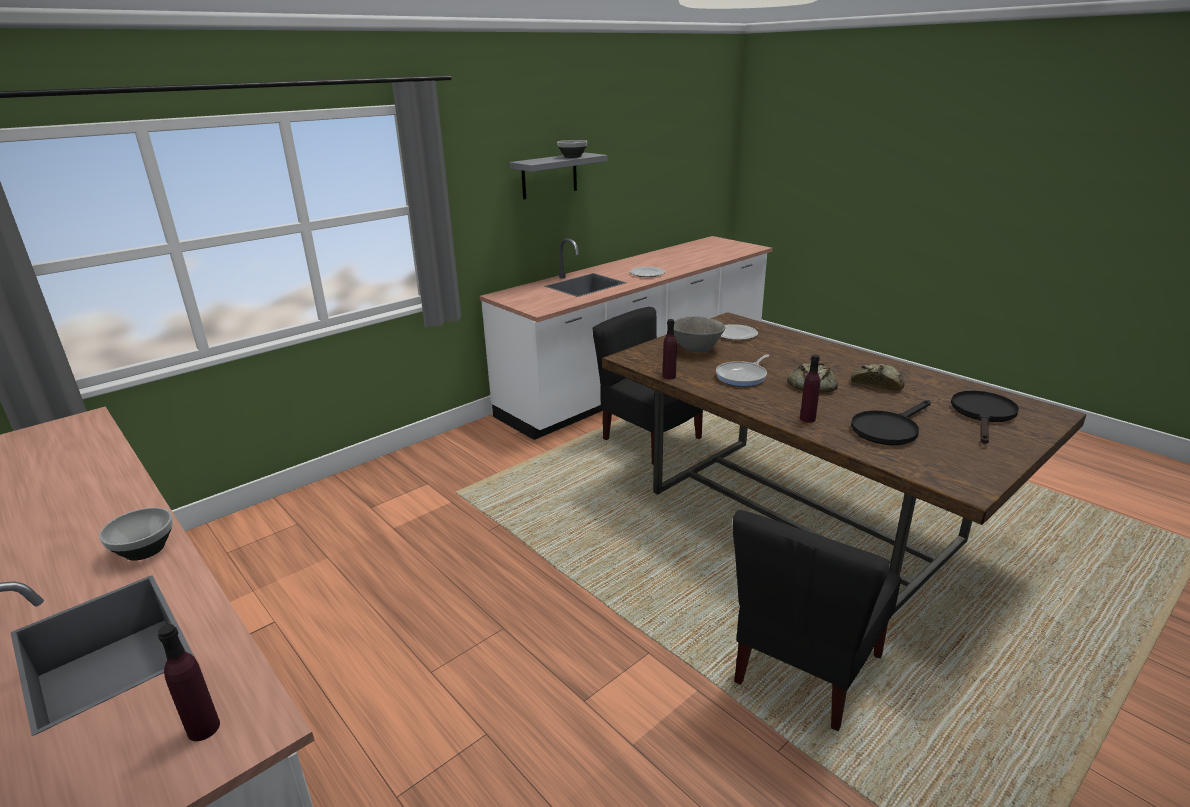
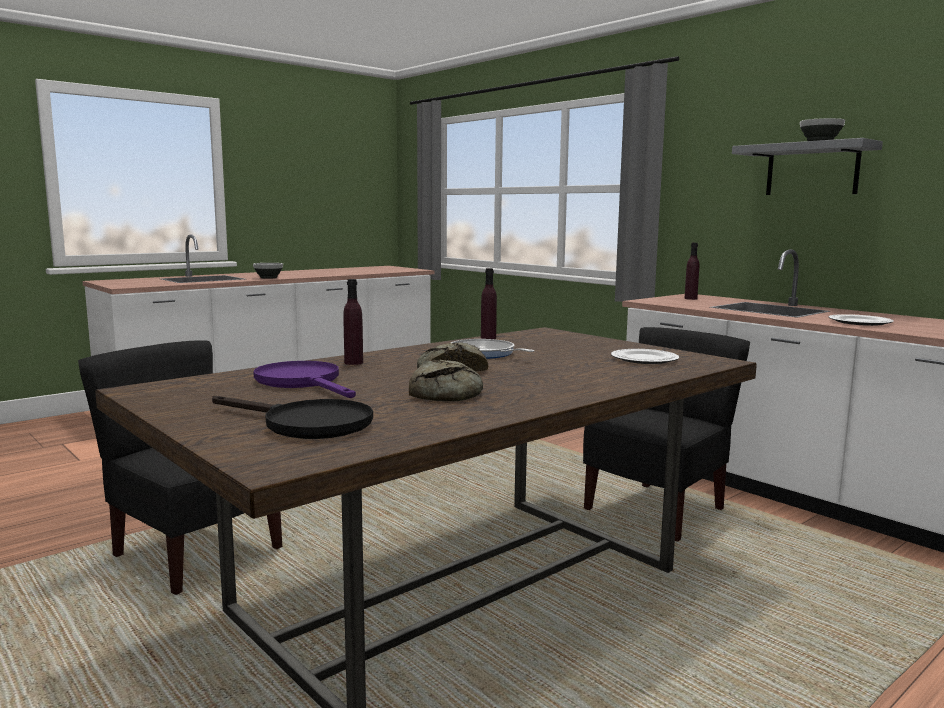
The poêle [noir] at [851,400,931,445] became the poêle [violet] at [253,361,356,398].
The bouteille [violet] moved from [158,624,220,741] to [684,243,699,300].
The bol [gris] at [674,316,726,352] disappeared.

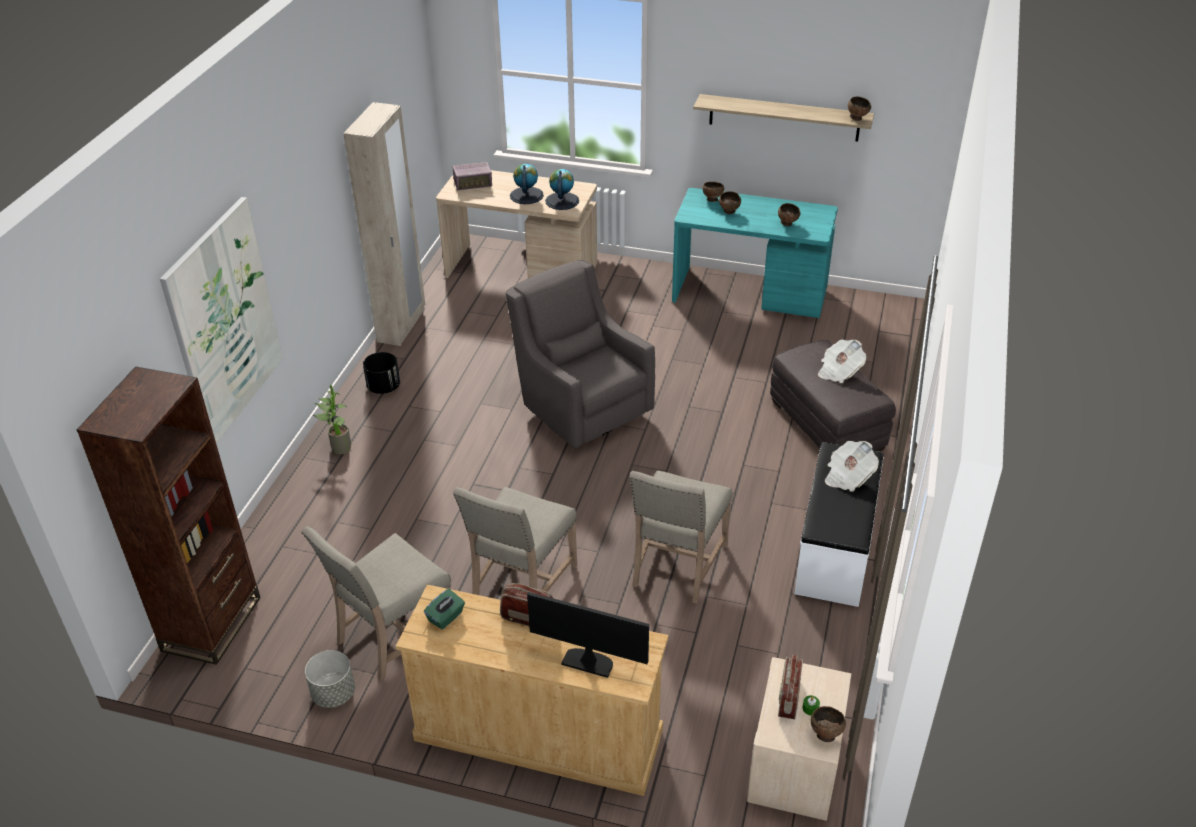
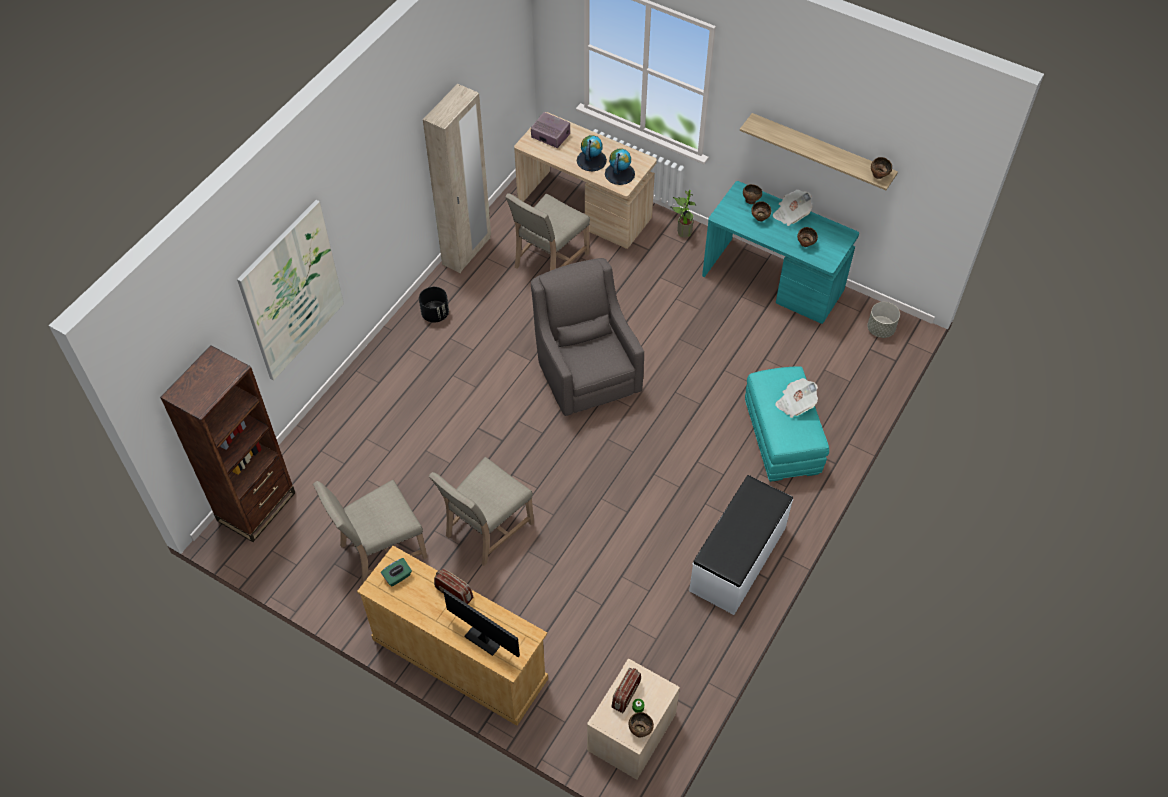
The chaise [beige] moved from [630,470,733,604] to [505,193,590,271].
The radio at [453,162,492,190] turned 150 degrees counterclockwise.
The plante en pot moved from [312,385,351,454] to [670,190,696,238].
The pouf [gris] at [770,340,896,451] became the pouf [turquoise] at [745,366,829,482].
The journal moved from [825,441,879,492] to [773,190,812,226].
The cache-pot [gris] moved from [305,650,355,708] to [867,302,900,338].

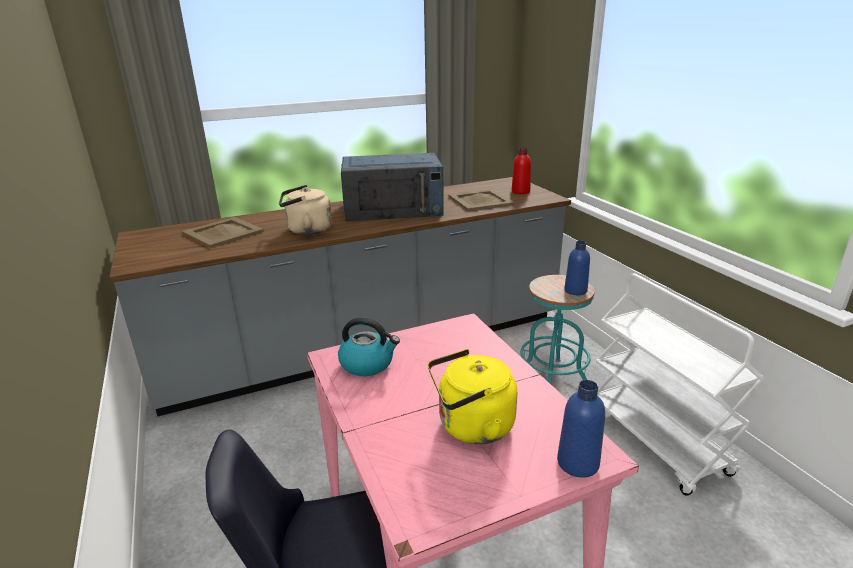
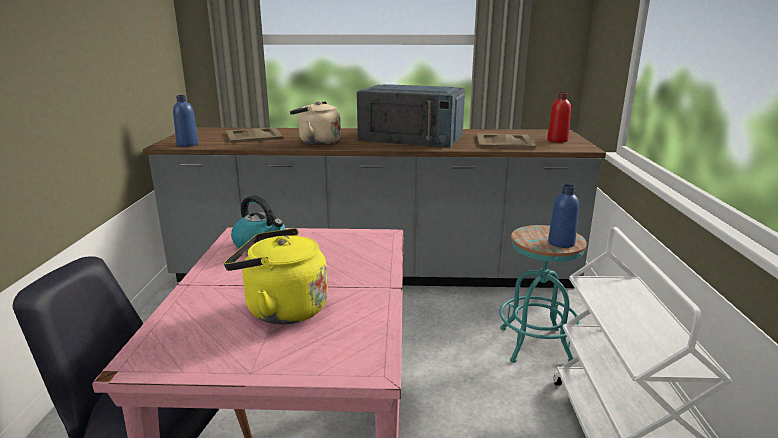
The bouteille [bleu] moved from [557,380,605,478] to [173,95,199,147].

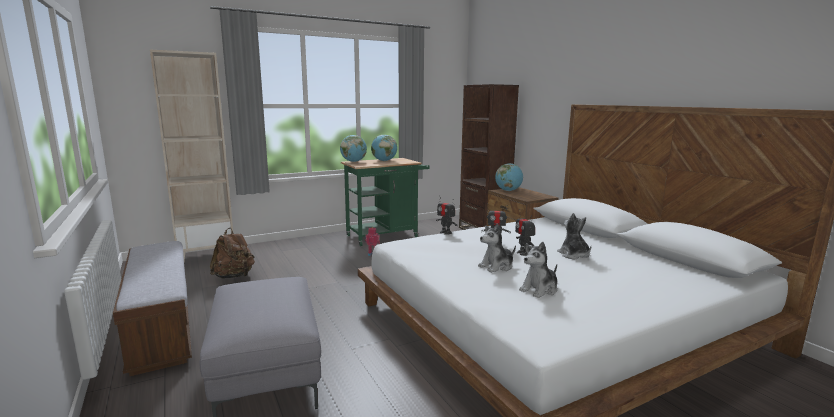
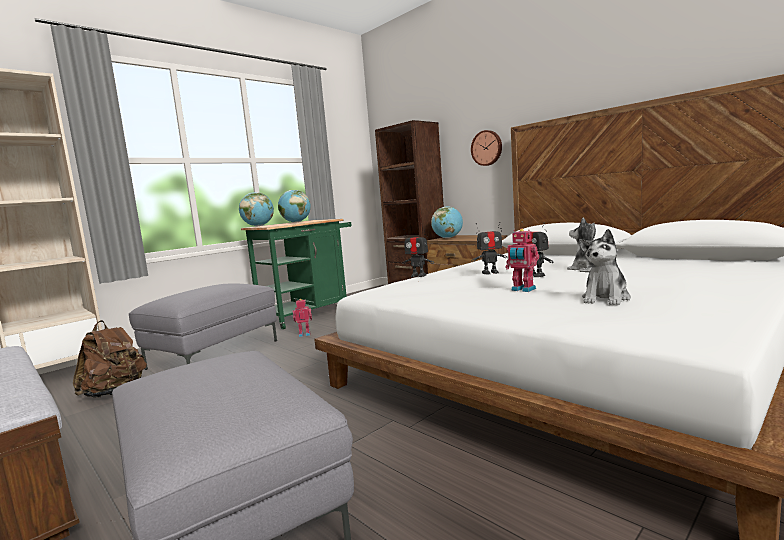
The pouf [gris] at [129,283,277,370] appeared.
The horloge murale at [471,130,502,166] appeared.
The peluche at [478,223,516,273] was replaced by the robot jouet at [505,229,539,292].

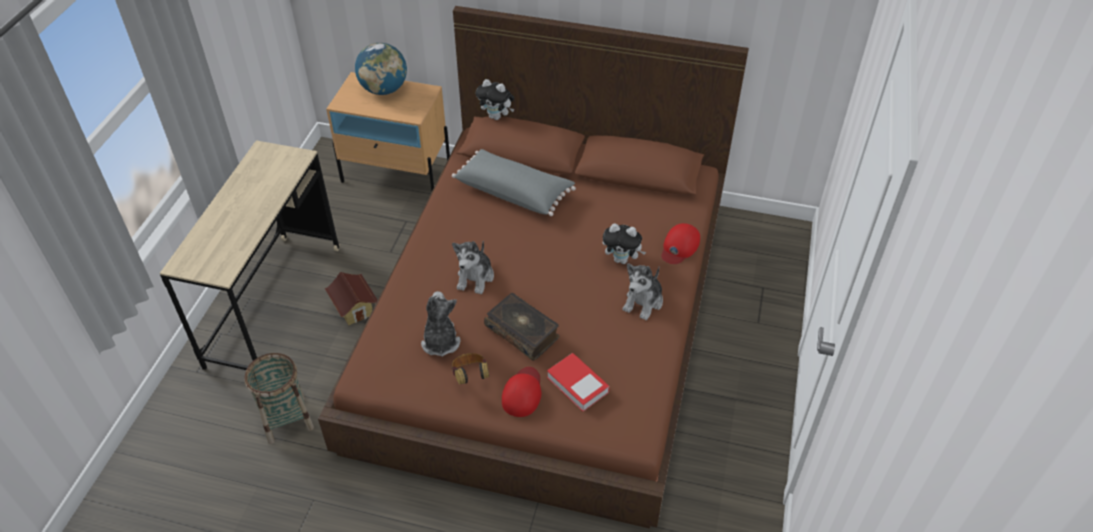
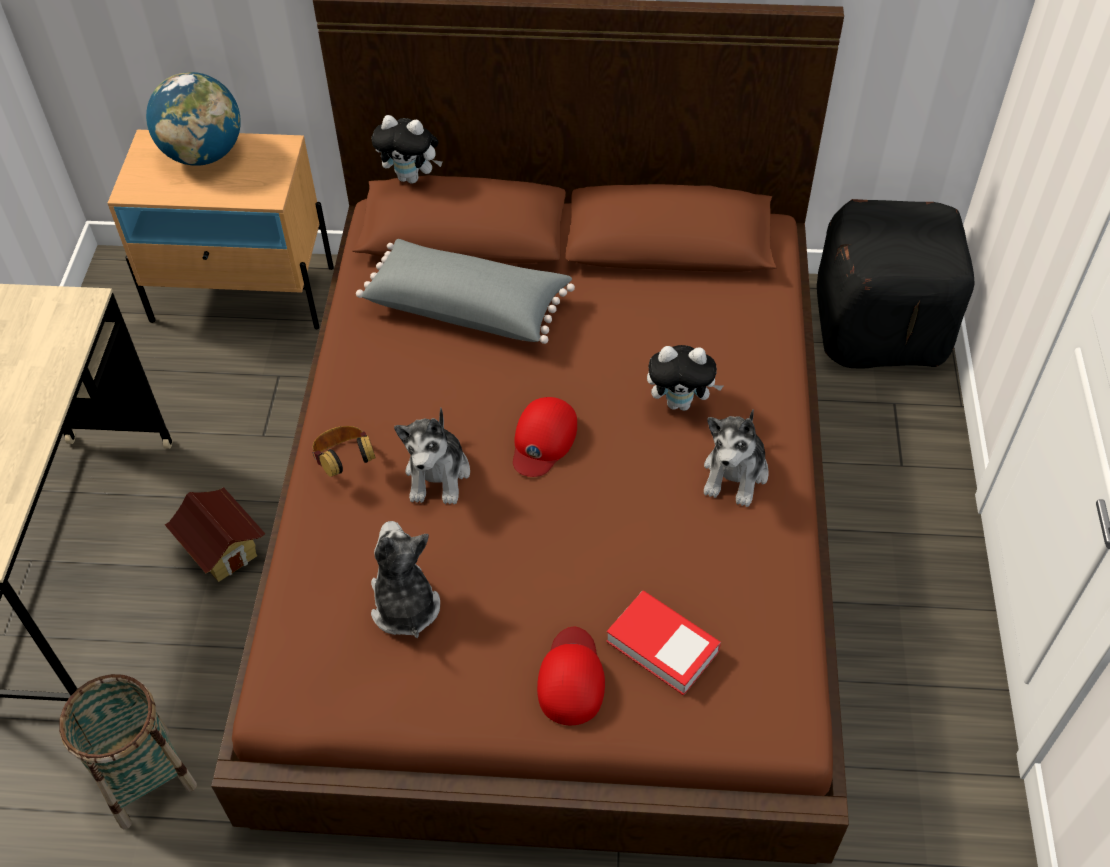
The casque audio moved from [451,353,489,384] to [312,426,376,477].
The casquette [rouge] moved from [661,223,700,264] to [513,397,577,477].
The pouf [noir] at [817,199,974,368] appeared.
The livre at [484,293,560,361] disappeared.

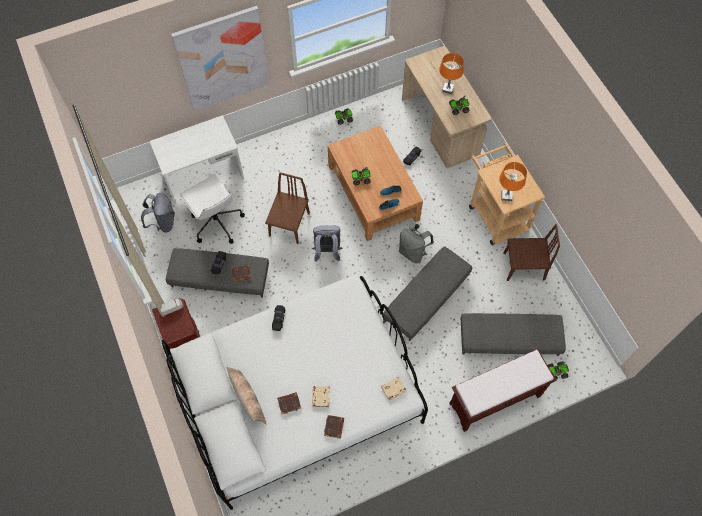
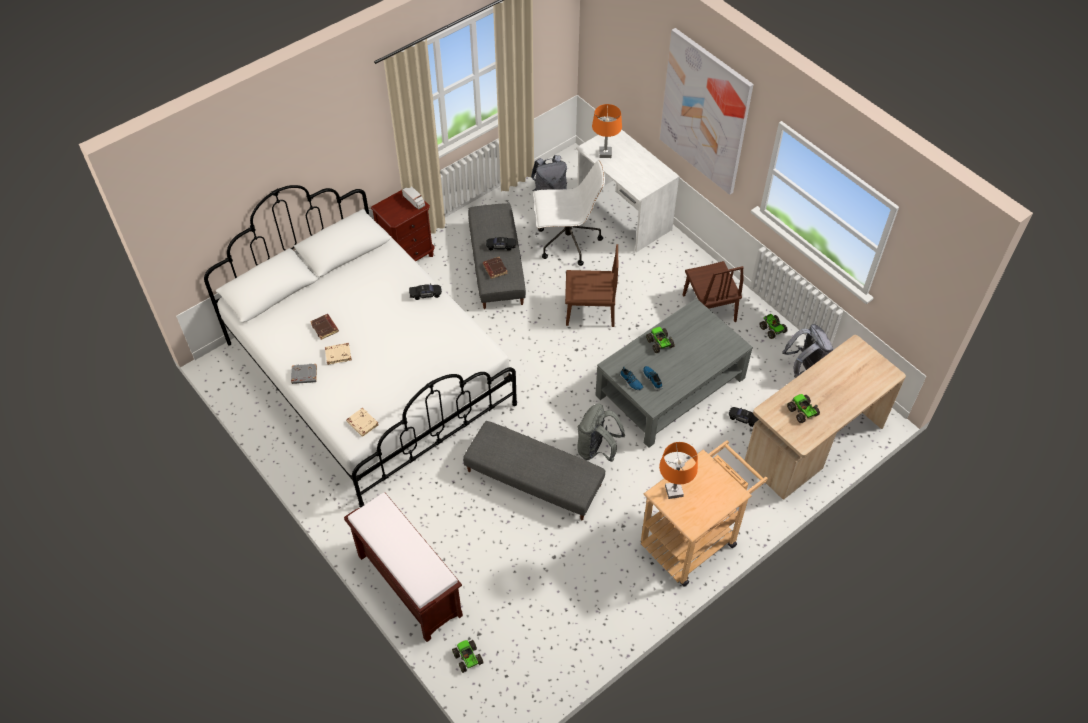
The livre [marron] at [324,415,344,439] became the livre [gris] at [291,364,317,384].
The chaise de bureau [blanc] at [179,174,245,244] turned 135 degrees counterclockwise.
The lampe de table [orange] moved from [439,53,464,94] to [592,104,622,158].
The table basse [marron] at [327,125,423,241] became the table basse [gris] at [595,298,753,448].
The chaise [marron] moved from [504,224,560,281] to [683,261,744,322].
The sac à dos [gris] moved from [312,225,342,262] to [782,324,834,378].
The coussin at [227,367,266,425] disappeared.
The pouf [gris] at [461,313,566,356] disappeared.

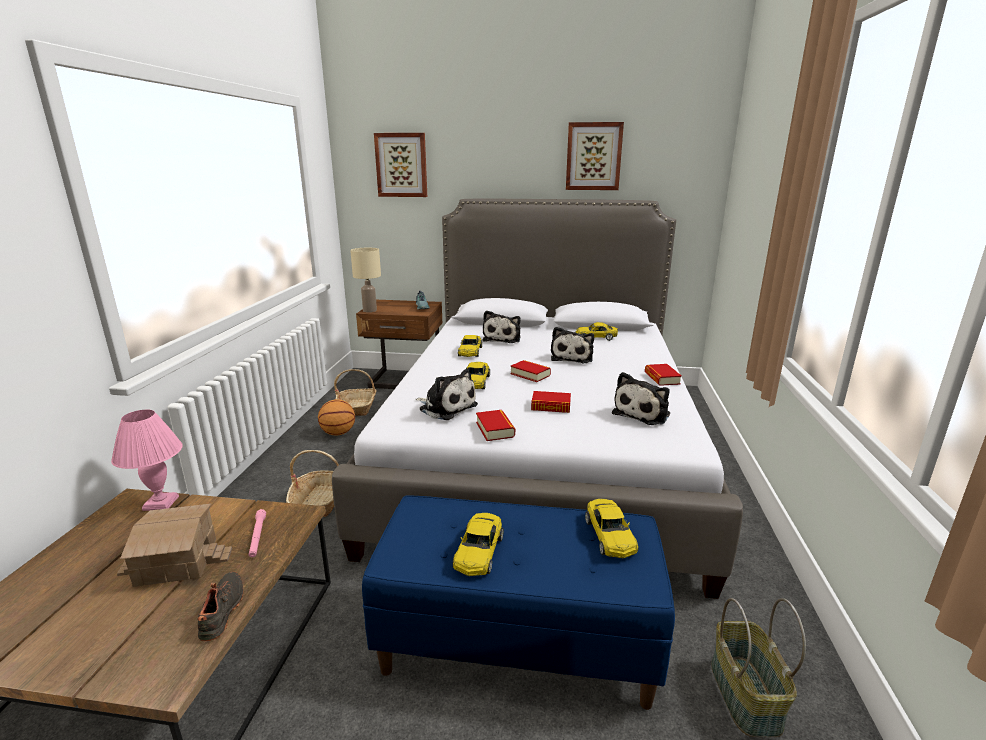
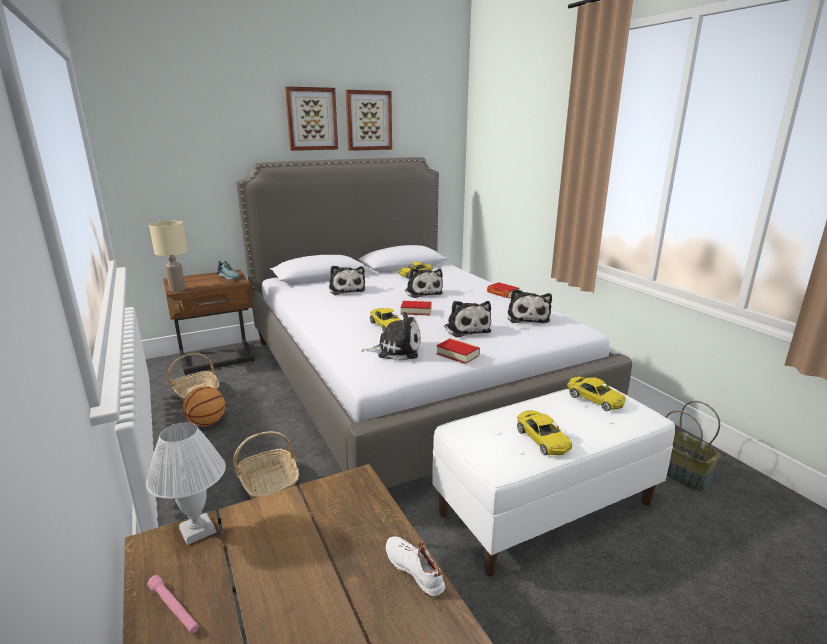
The lampe de table [rose] at [111,410,183,511] became the lampe de table [blanc] at [146,422,226,545].
The lampe de poche [rose] moved from [248,509,266,557] to [147,575,199,634].
The tableau moved from [374,133,427,197] to [285,86,338,151].
The chaussure [noir] at [197,572,244,641] became the chaussure [blanc] at [385,536,445,597].
The banc [bleu] at [362,495,675,710] became the banc [blanc] at [432,384,675,576].
The livre at [531,391,571,413] was replaced by the peluche at [444,301,491,337].
The maison miniature at [117,504,232,587] disappeared.
The petite voiture [jaune] at [458,335,482,357] disappeared.

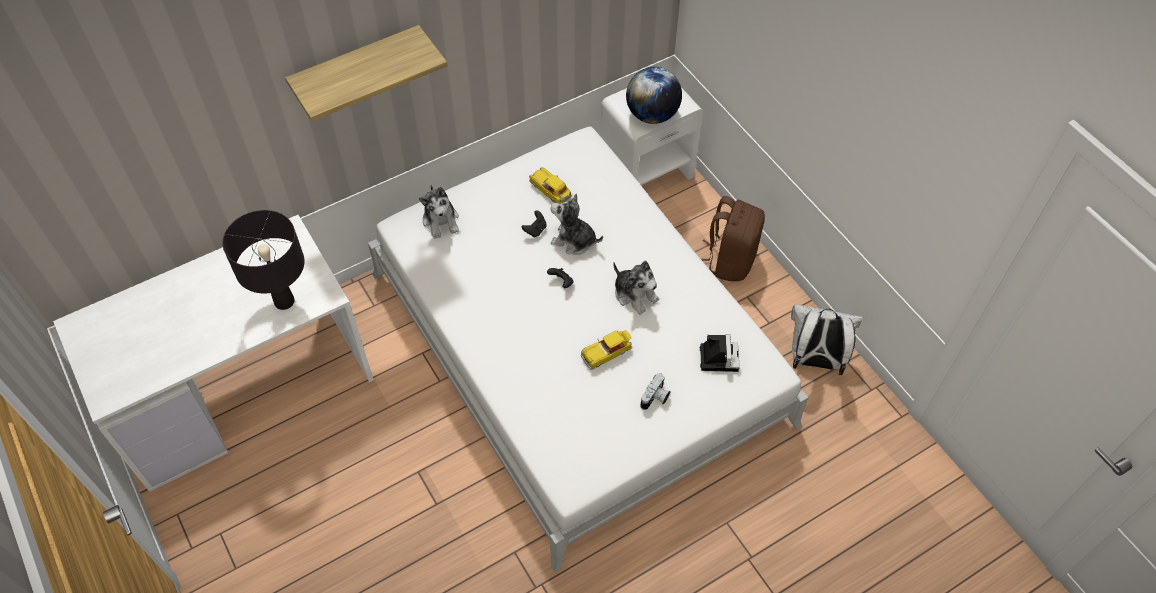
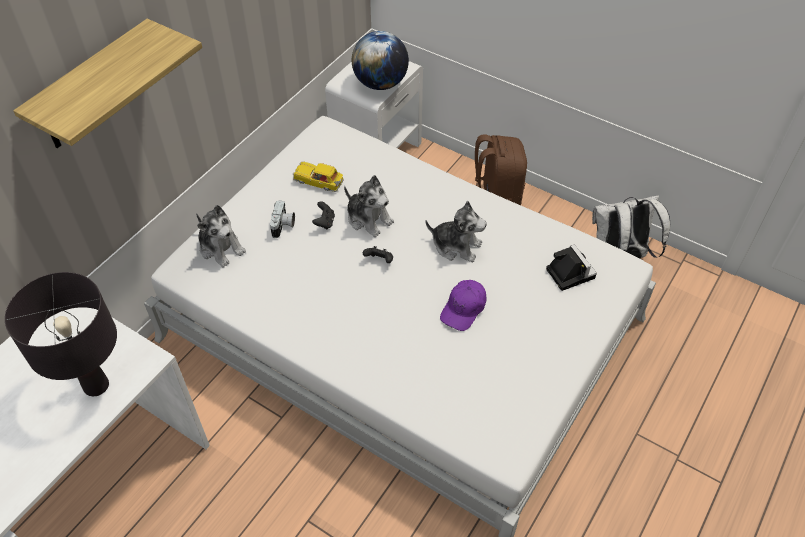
The appareil photo moved from [640,373,670,410] to [270,200,295,238].
The peluche at [550,193,603,255] turned 135 degrees counterclockwise.
The petite voiture at [581,330,632,370] was replaced by the casquette [violet] at [440,280,486,331].

